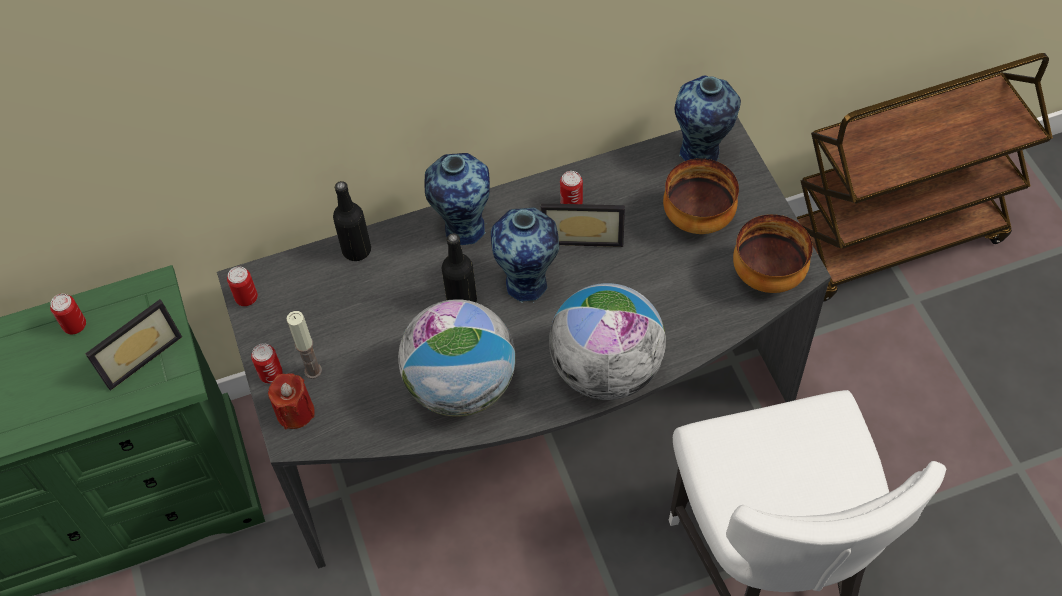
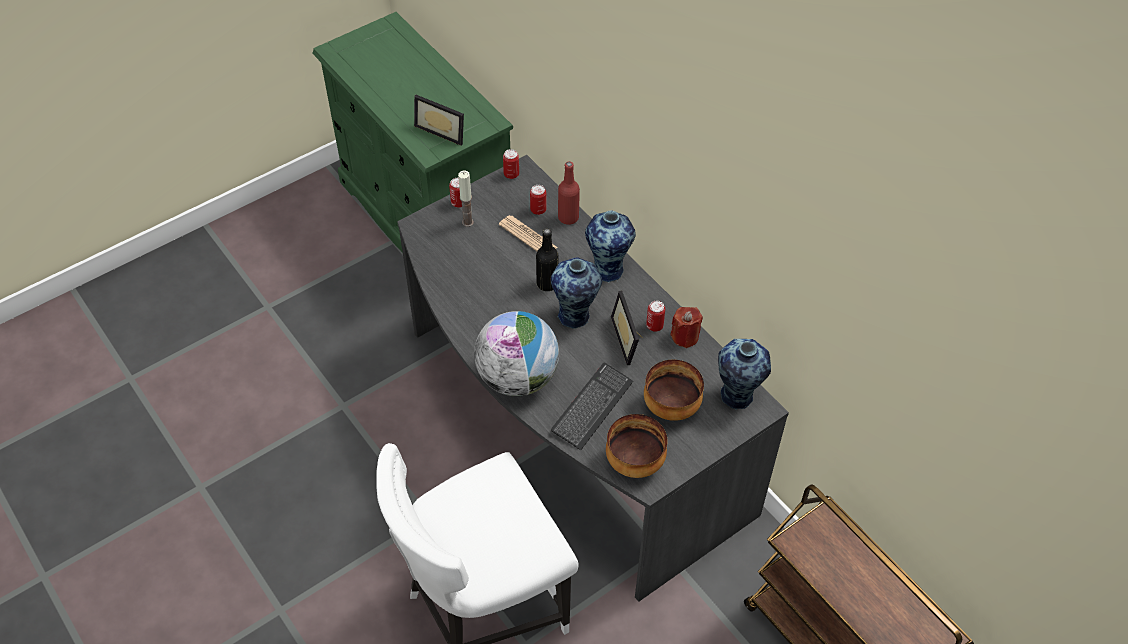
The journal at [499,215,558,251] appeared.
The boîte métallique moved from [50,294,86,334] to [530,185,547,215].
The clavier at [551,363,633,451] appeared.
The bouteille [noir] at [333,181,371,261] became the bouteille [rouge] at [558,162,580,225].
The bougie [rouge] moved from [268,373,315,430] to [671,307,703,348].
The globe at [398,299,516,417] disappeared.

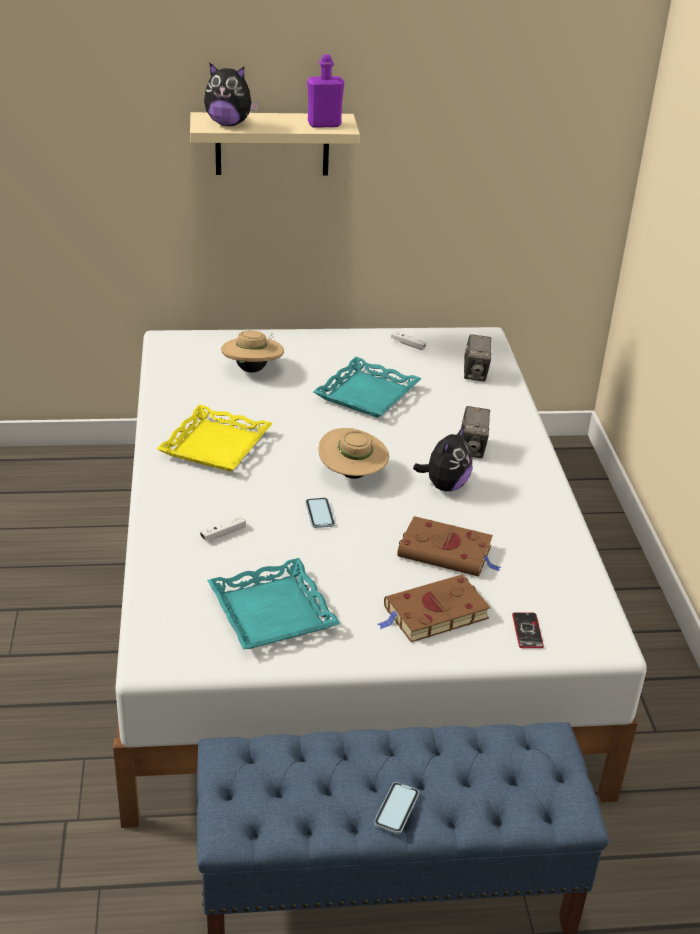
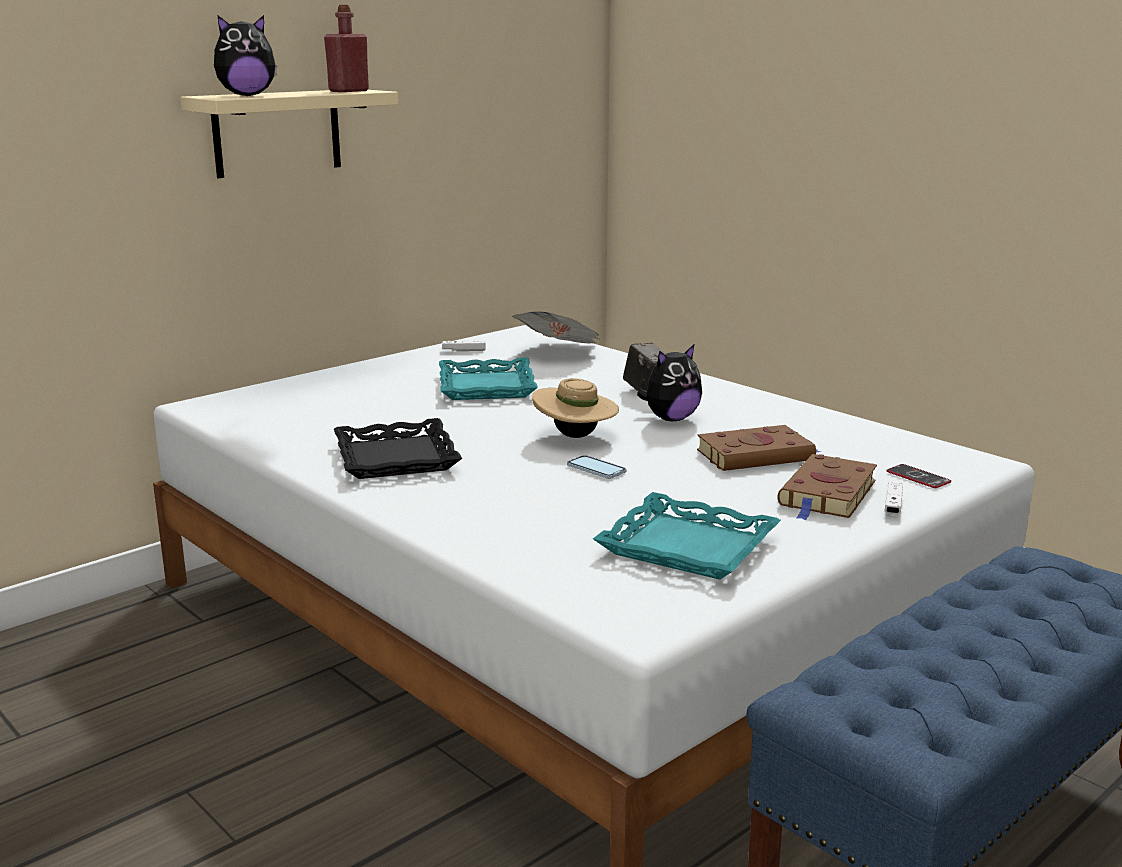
The bouteille [violet] at [307,54,344,128] became the bouteille [rouge] at [324,5,369,92].
The plateau [jaune] at [157,405,273,472] became the plateau [noir] at [334,418,462,479].
The appareil photo at [464,334,491,381] was replaced by the journal at [512,312,599,343].
The peluche at [413,425,472,491] turned 60 degrees clockwise.
The manette [blanc] moved from [200,516,246,540] to [884,482,903,515].
The chapeau [beige] at [221,331,284,373] disappeared.
The téléphone at [374,782,419,834] disappeared.

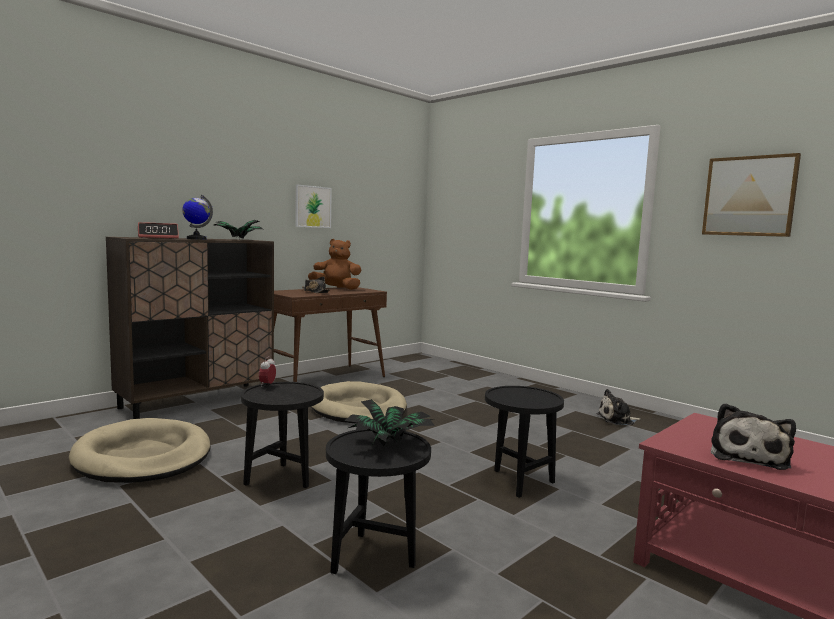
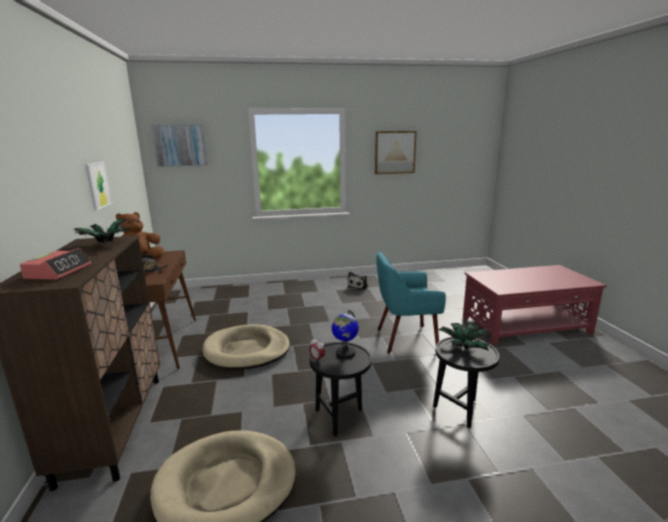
The tableau at [151,124,209,167] appeared.
The globe moved from [182,195,213,240] to [332,310,359,359].
The table d'appoint [noir] at [485,386,564,498] was replaced by the fauteuil [turquoise] at [376,252,446,354].
The peluche at [711,403,796,470] disappeared.

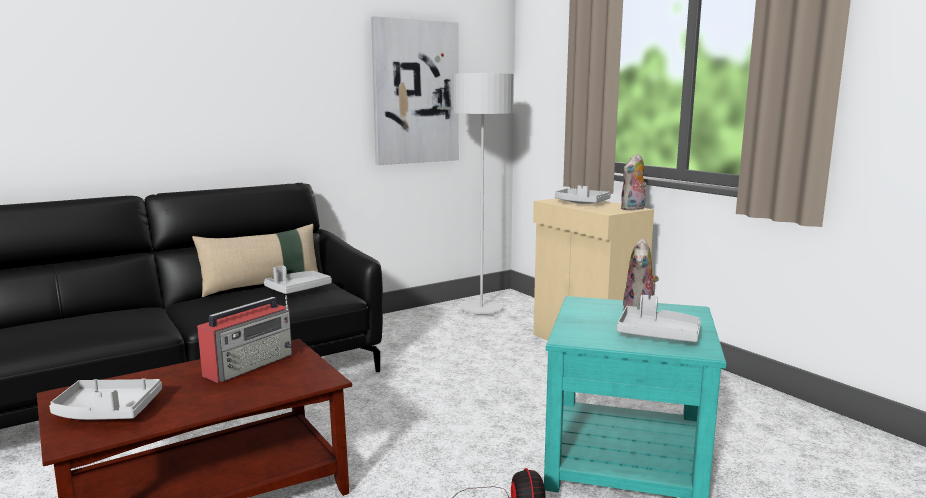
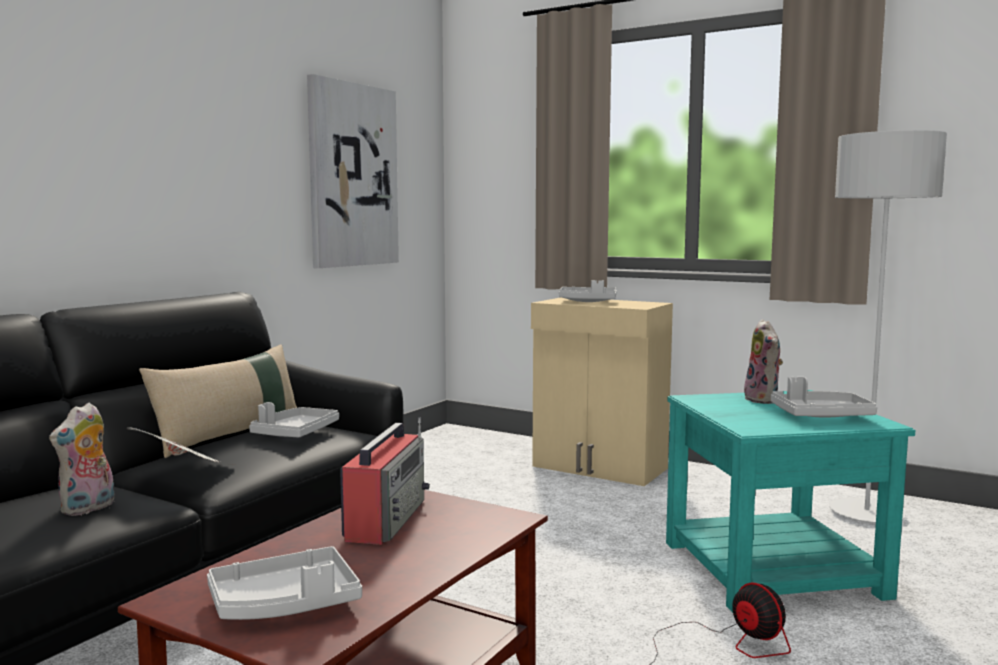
The peluche moved from [620,154,647,211] to [49,403,115,516].
The journal at [128,427,233,465] appeared.
The lampadaire [gris] moved from [453,73,514,315] to [829,130,947,523].

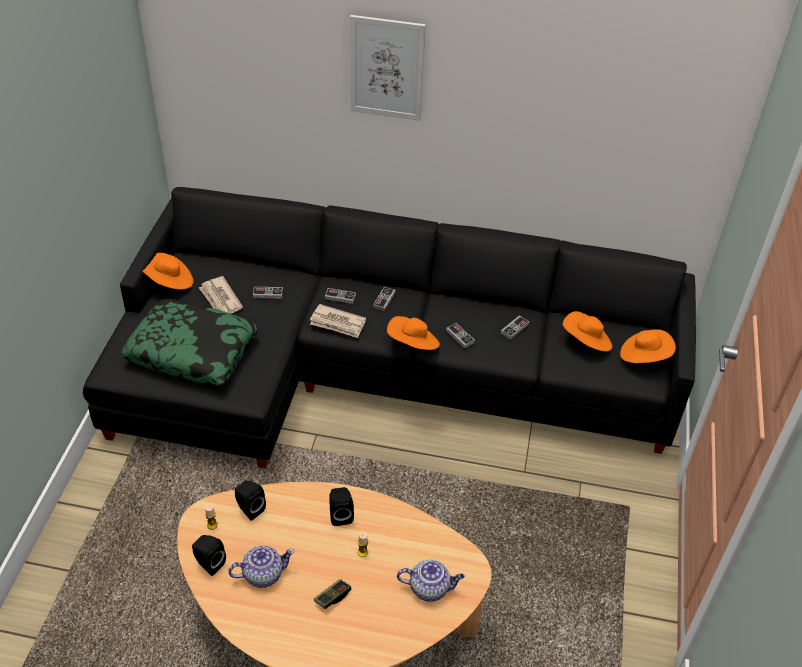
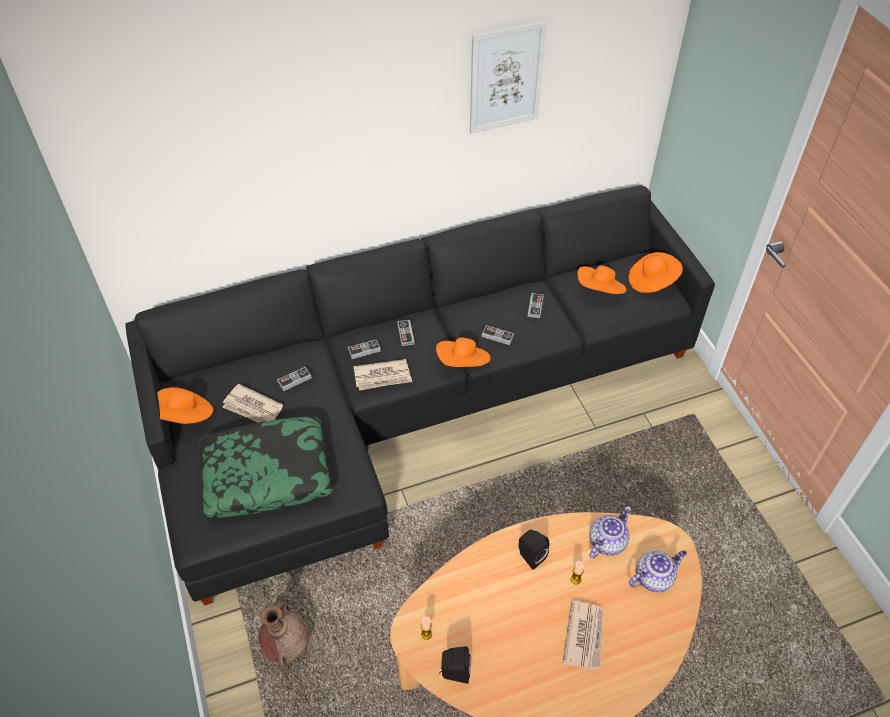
The vase [marron] at [259,605,309,666] appeared.
The tableau moved from [350,15,426,121] to [470,20,547,133].
The manette at [314,579,351,609] was replaced by the journal at [563,601,603,671].
The théière moved from [228,545,295,588] to [589,506,631,558].
The enceinte [noir] at [235,481,266,521] disappeared.

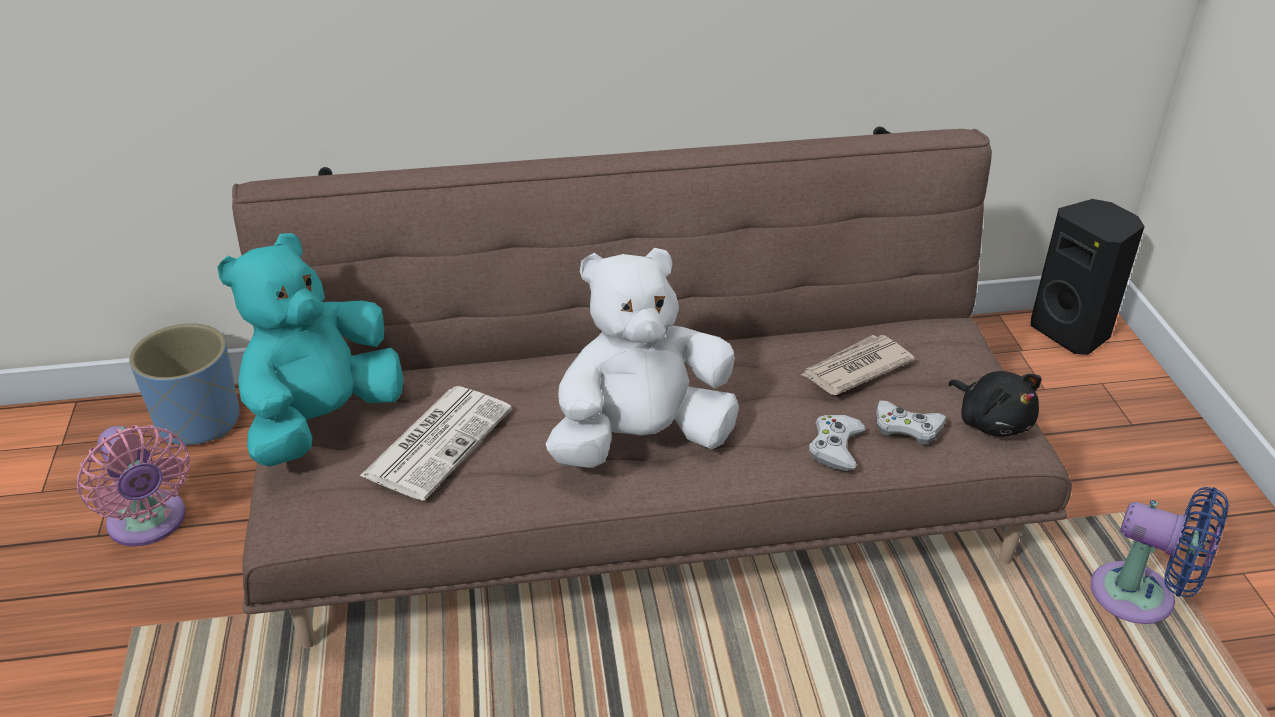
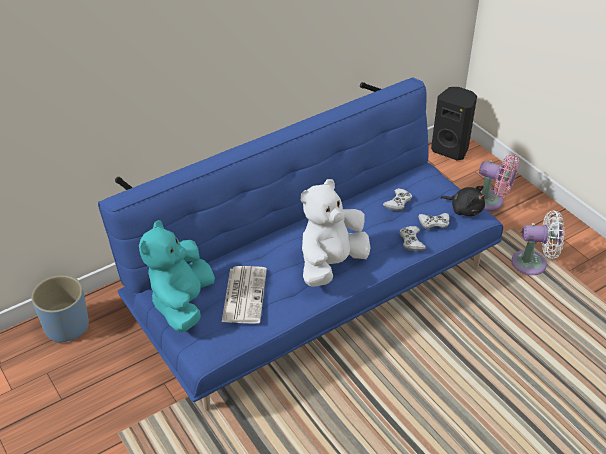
The canapé [marron] at [232,126,1072,649] became the canapé [bleu] at [98,77,503,411].
The journal at [801,335,915,395] was replaced by the manette [blanc] at [383,188,412,211].
The ventilateur [rose] moved from [76,425,190,546] to [479,154,519,211].
The ventilateur [bleu] at [1091,487,1229,624] became the ventilateur [blanc] at [511,210,564,275].

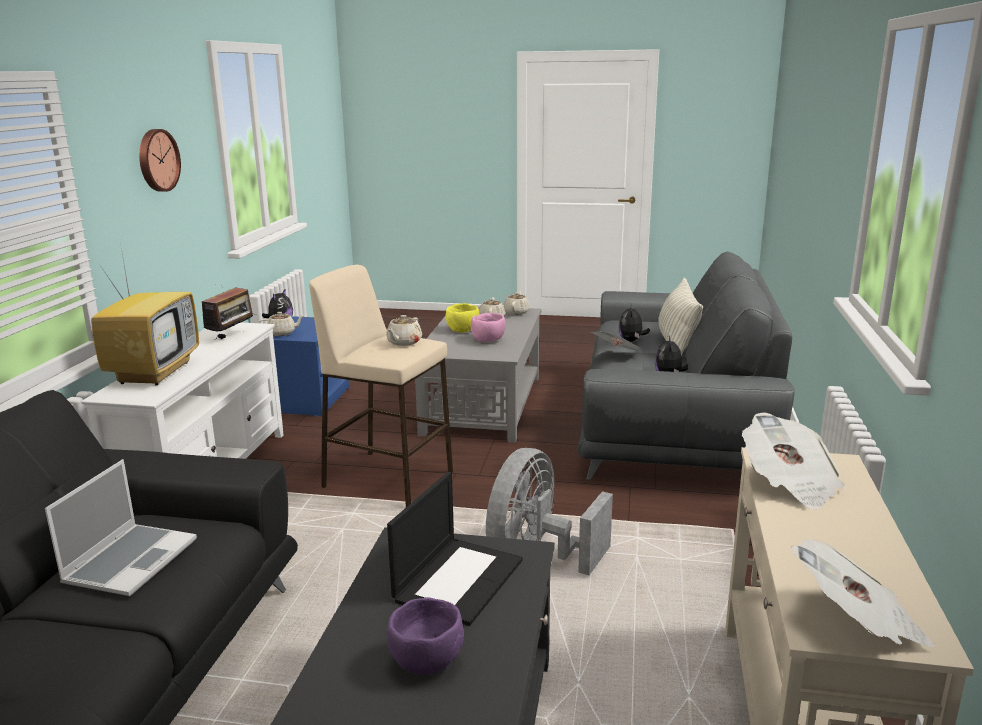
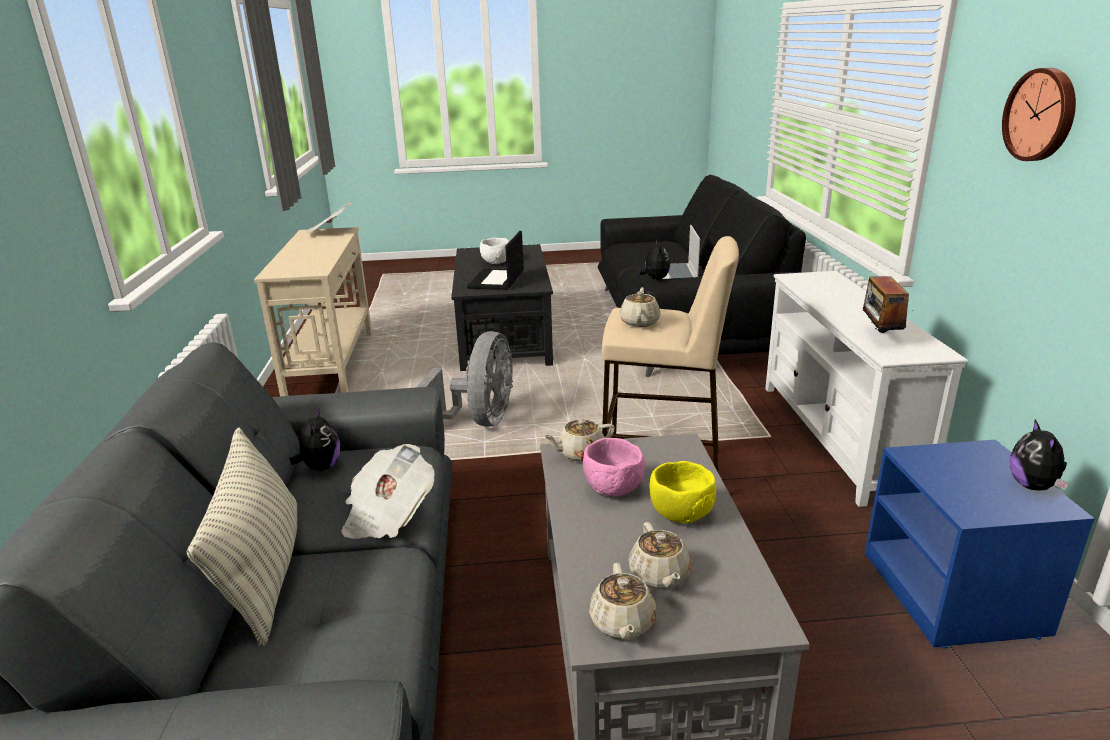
The bol [violet] at [387,597,464,675] became the bol [blanc] at [480,237,509,264].
The théière [beige] moved from [259,312,305,336] to [543,419,615,462].
The peluche moved from [618,305,650,342] to [639,240,670,280].
The téléviseur at [91,248,199,385] disappeared.
The journal at [742,413,845,510] disappeared.

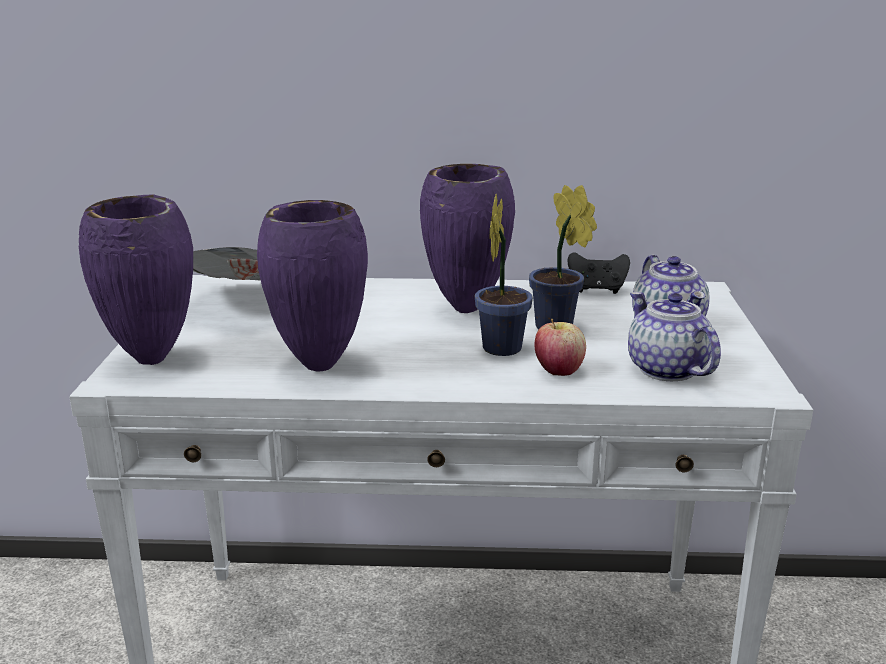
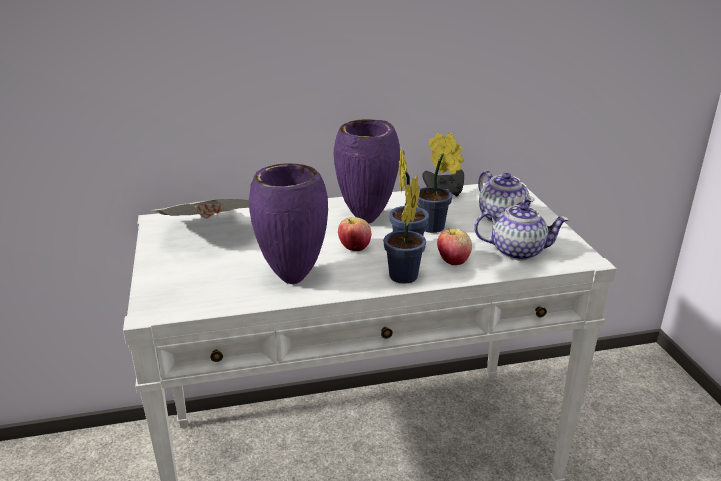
The pomme at [338,217,371,251] appeared.
The plante en pot at [383,175,426,284] appeared.
The théière at [628,292,721,381] turned 135 degrees clockwise.
The vase [violet] at [79,195,193,365] disappeared.

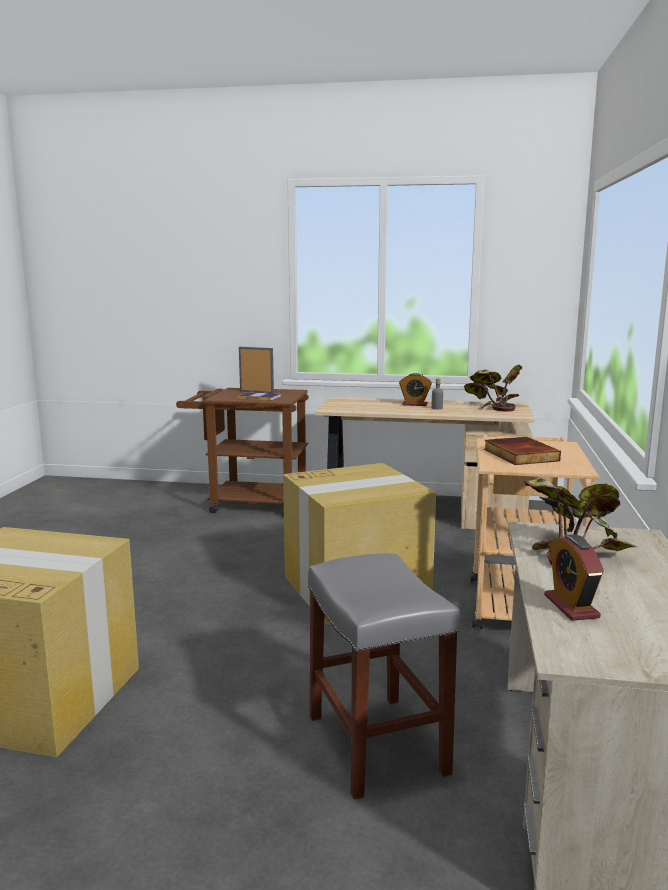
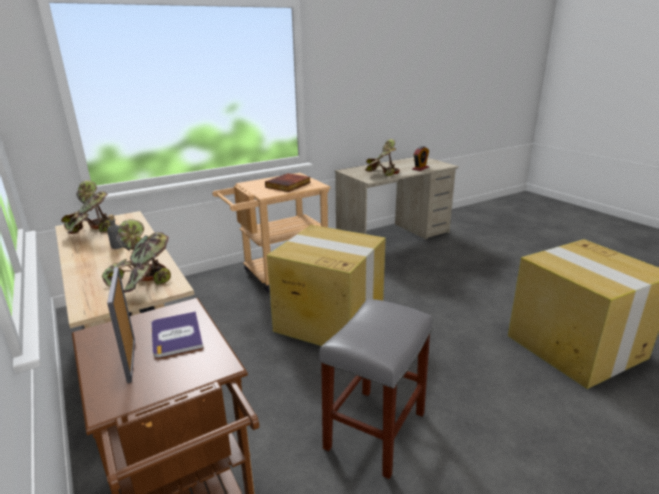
The plante en pot at [102,219,171,292] appeared.
The tabouret [gris] moved from [308,554,461,800] to [319,299,433,479].
The réveil at [399,373,432,406] disappeared.

